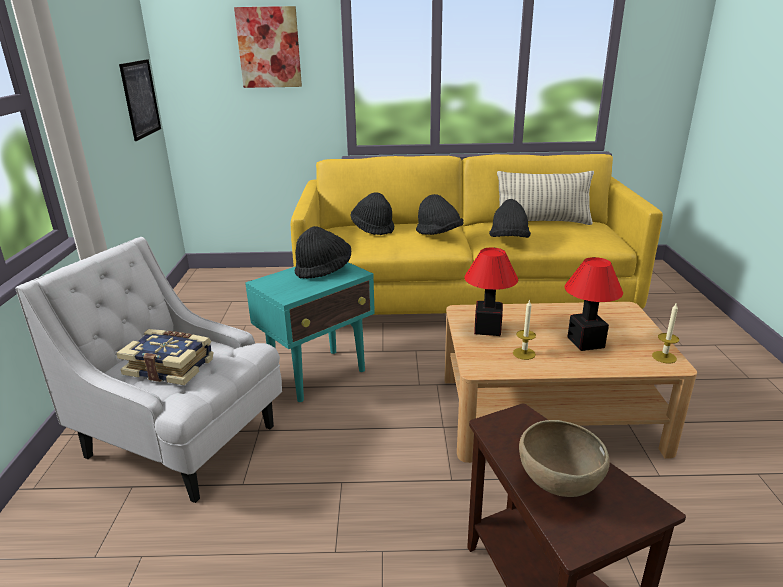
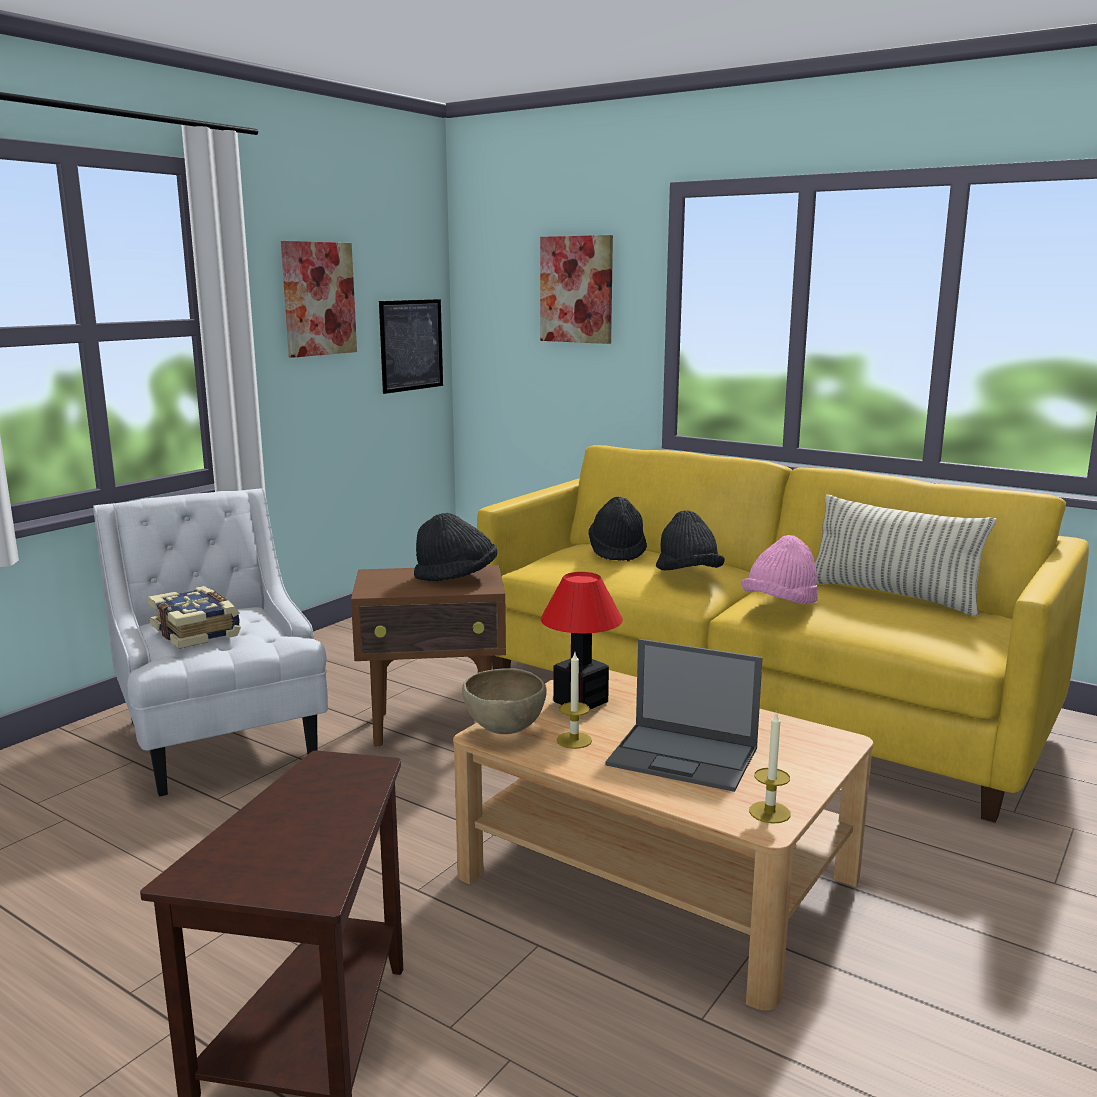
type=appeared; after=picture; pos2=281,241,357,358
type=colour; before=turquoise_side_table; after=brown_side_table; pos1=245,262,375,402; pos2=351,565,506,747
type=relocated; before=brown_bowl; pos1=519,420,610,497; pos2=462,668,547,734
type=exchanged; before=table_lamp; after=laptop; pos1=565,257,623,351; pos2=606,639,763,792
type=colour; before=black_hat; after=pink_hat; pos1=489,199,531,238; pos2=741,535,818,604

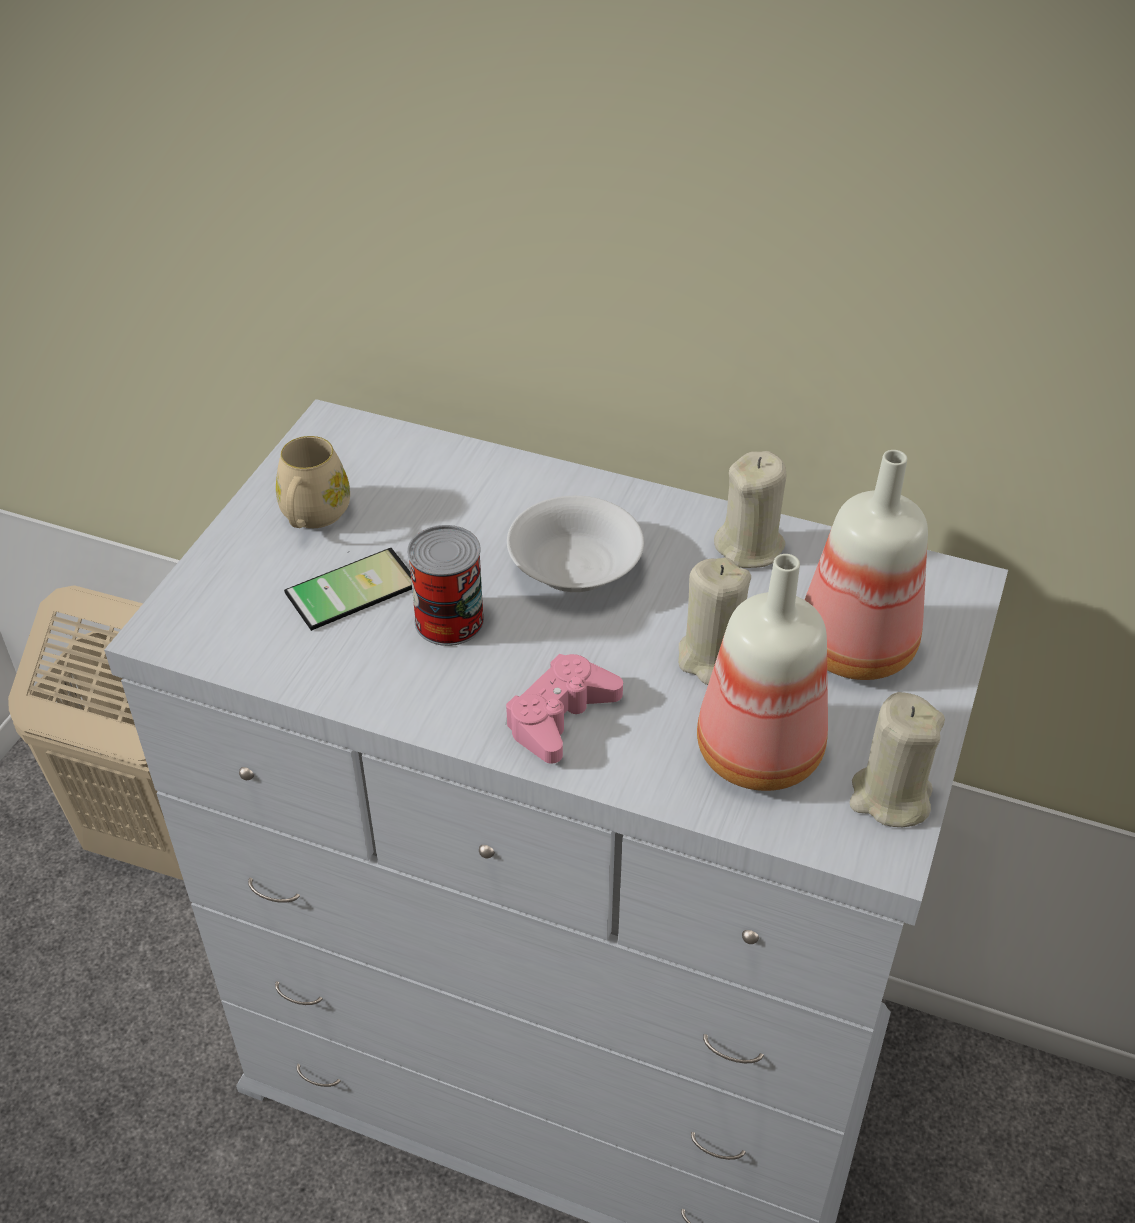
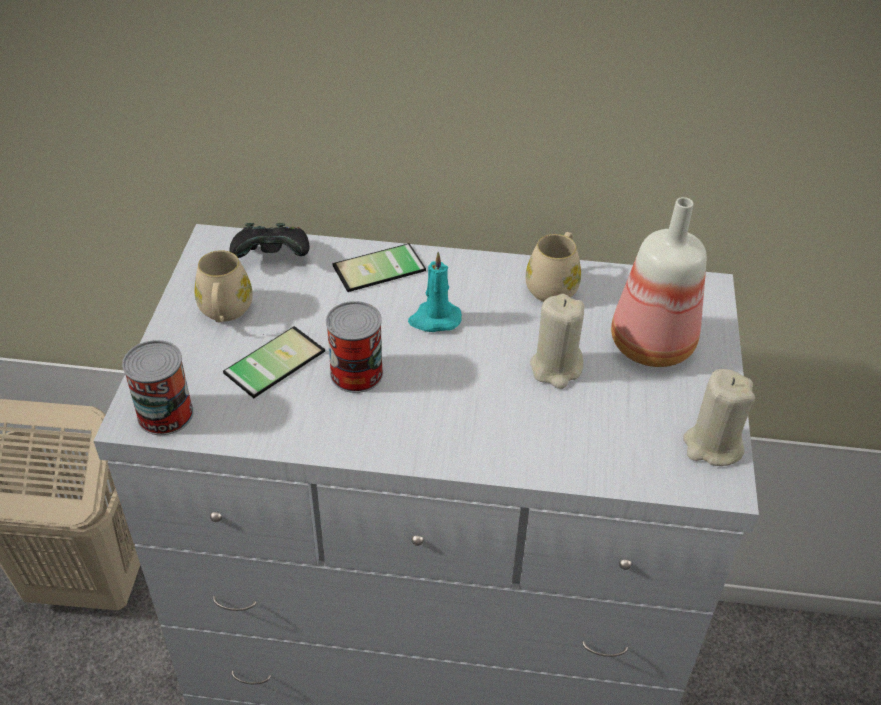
type=appeared; after=can; pos2=122,340,194,435
type=appeared; after=black_game_controller; pos2=230,223,310,258
type=appeared; after=phone; pos2=332,243,426,292
type=exchanged; before=white_bowl; after=turquoise_candle; pos1=507,496,644,592; pos2=408,252,462,332
type=exchanged; before=beige_candle; after=beige_mug; pos1=714,451,787,568; pos2=526,232,581,302
type=missing; before=pink_game_controller; pos1=506,654,623,764
type=missing; before=bottle; pos1=697,554,828,791

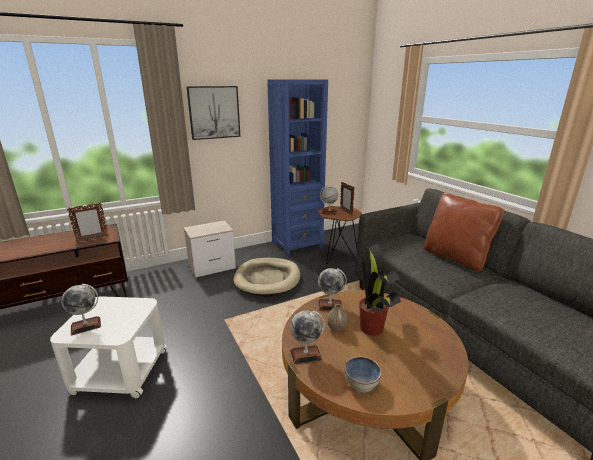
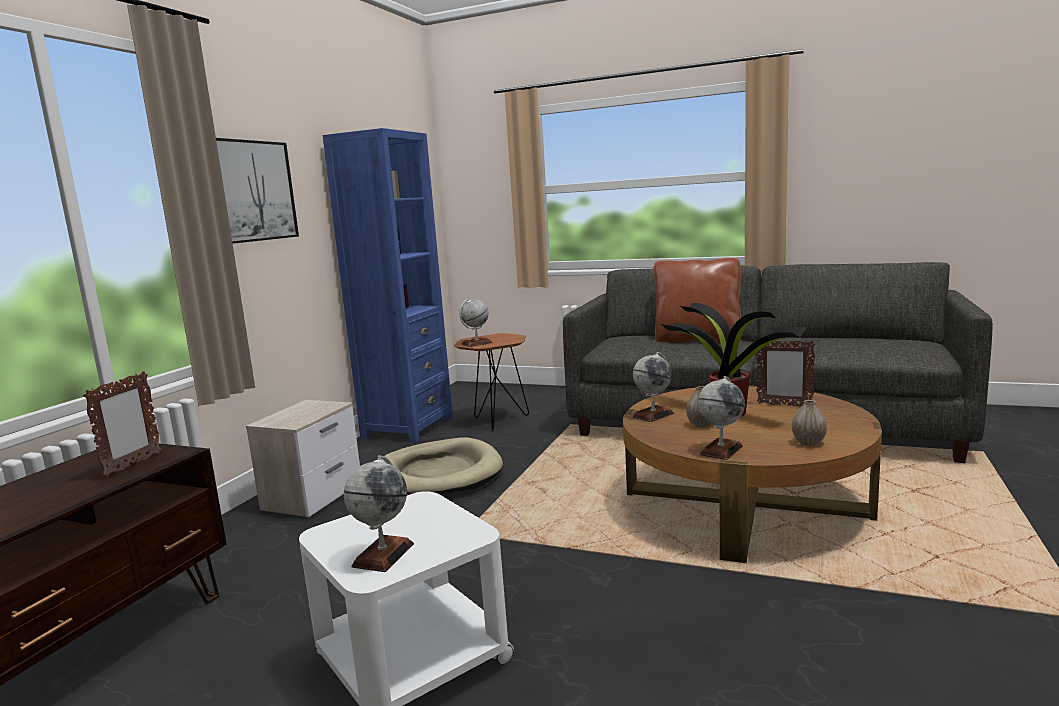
type=relocated; before=picture_frame; pos1=340,182,355,216; pos2=756,340,815,406
type=exchanged; before=bowl; after=vase; pos1=344,356,382,393; pos2=792,400,827,446

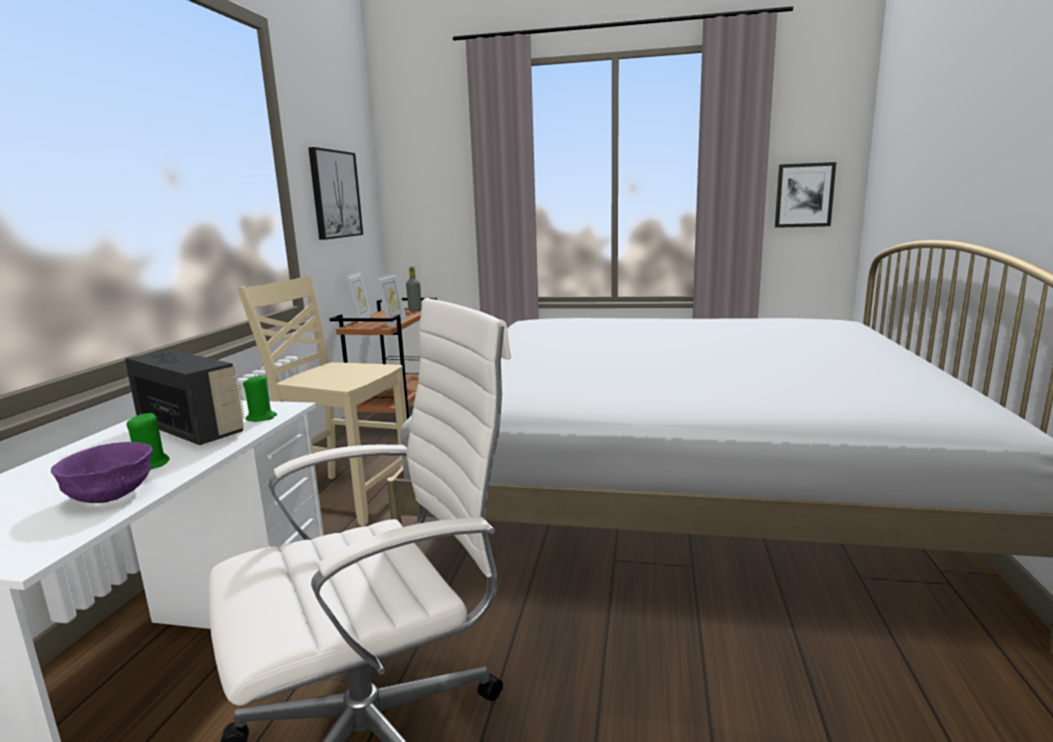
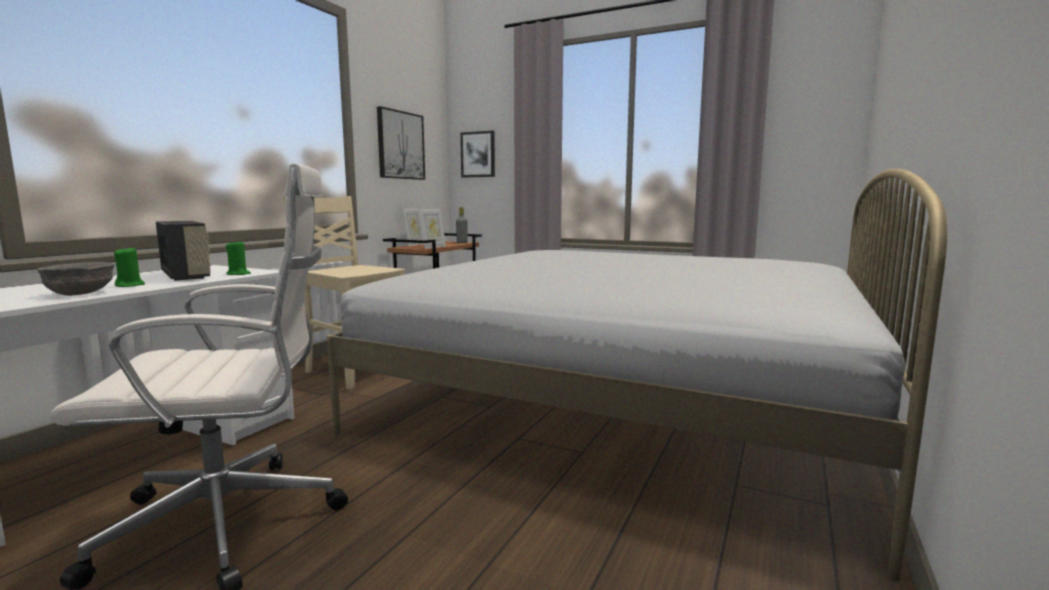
type=colour; before=purple_bowl; after=grey_bowl; pos1=51,442,152,503; pos2=37,262,115,296
type=relocated; before=picture; pos1=775,162,836,228; pos2=460,131,495,178

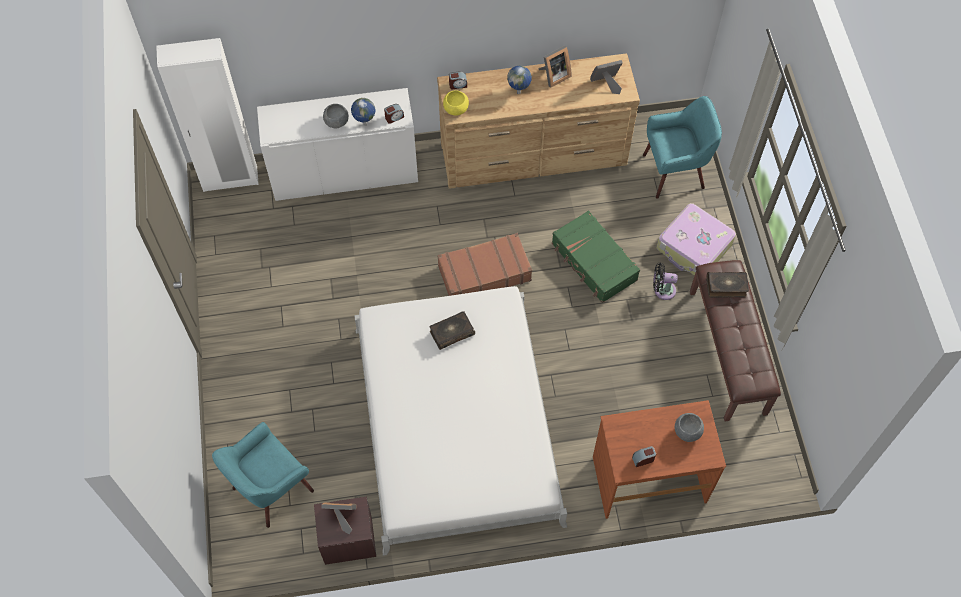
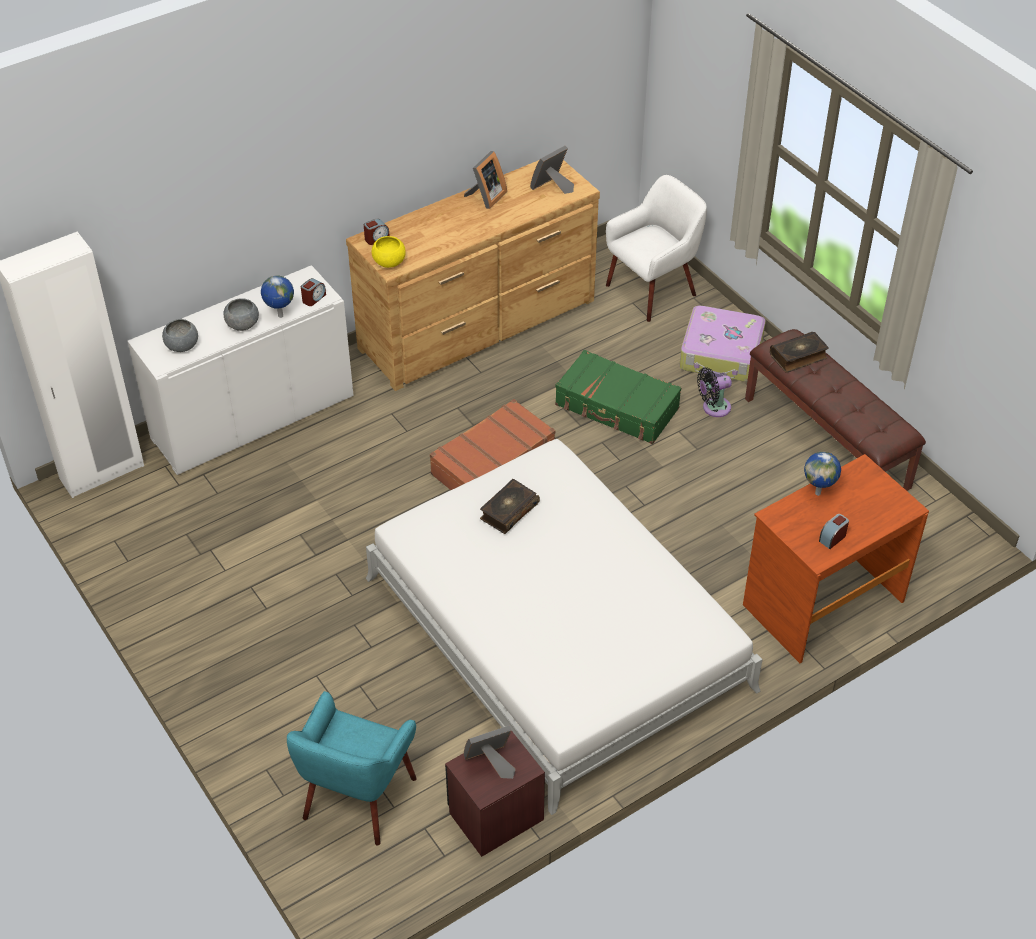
type=relocated; before=grey_bowl; pos1=675,413,704,442; pos2=162,319,198,352
type=colour; before=turquoise_armchair; after=white_armchair; pos1=643,96,722,198; pos2=606,175,707,322
type=relocated; before=globe; pos1=507,66,532,94; pos2=804,452,841,496

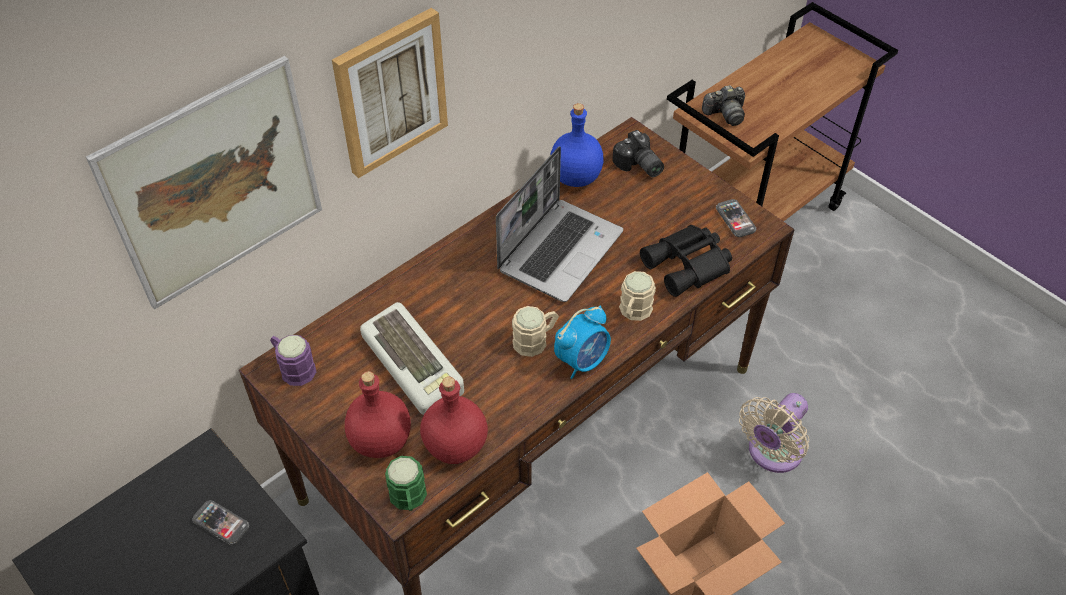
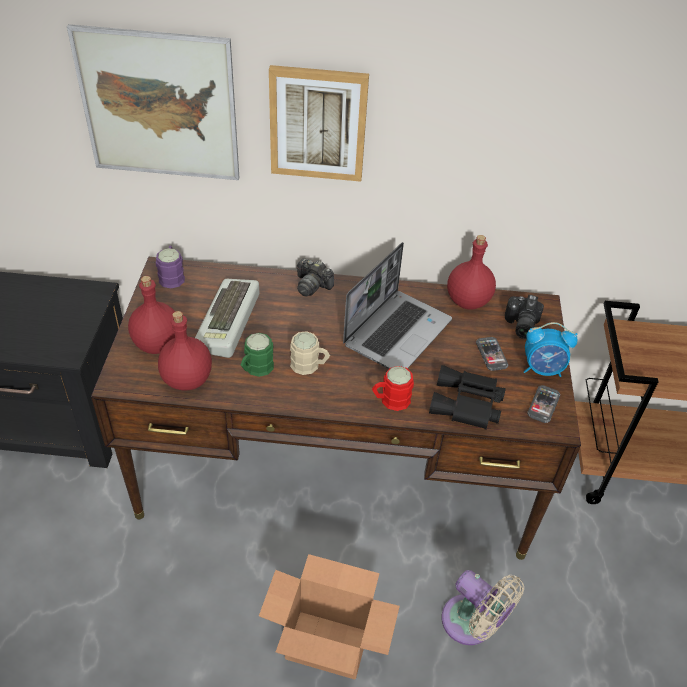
type=relocated; before=green_mug; pos1=385,456,427,511; pos2=241,333,274,377
type=relocated; before=photo_camera; pos1=702,85,745,126; pos2=297,258,334,297
type=spun; before=laptop; pos1=496,146,623,302; pos2=343,242,452,369; turn=-45
type=colour; before=beige_mug; after=red_mug; pos1=619,271,656,321; pos2=372,366,414,411
type=spun; before=beige_fan; pos1=739,393,809,473; pos2=441,570,524,645; turn=-135
type=colour; before=blue_bottle; after=red_bottle; pos1=551,103,603,187; pos2=447,235,496,310
type=relocated; before=phone; pos1=193,500,249,545; pos2=476,337,508,371
type=relocated; before=alarm_clock; pos1=554,306,611,379; pos2=524,322,577,377

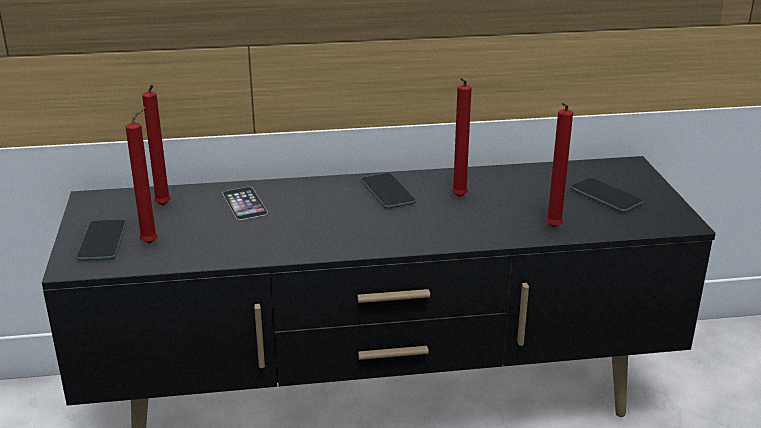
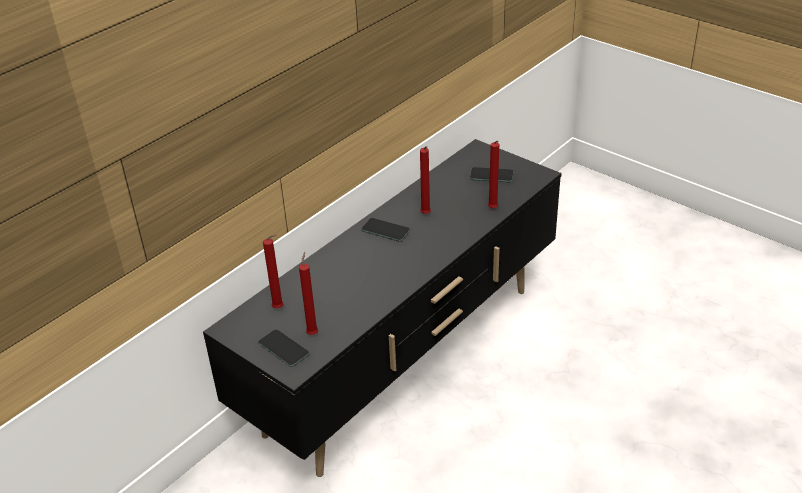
type=missing; before=phone; pos1=223,187,268,220

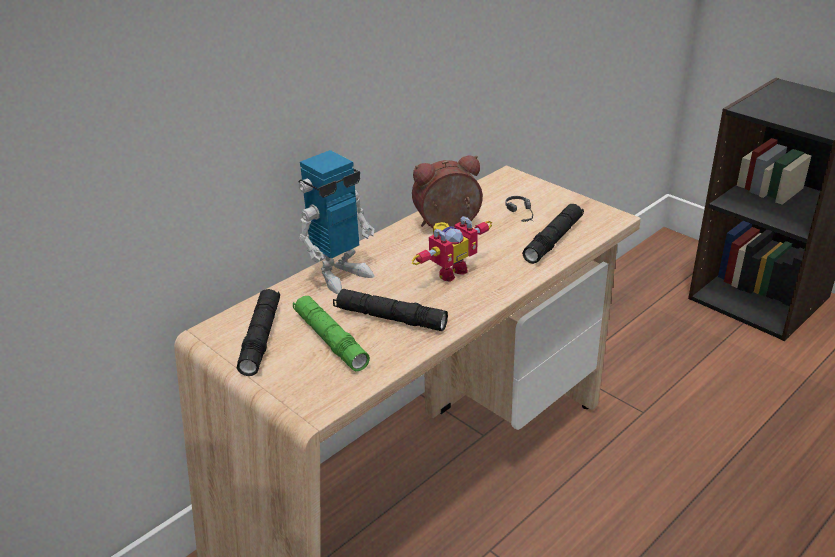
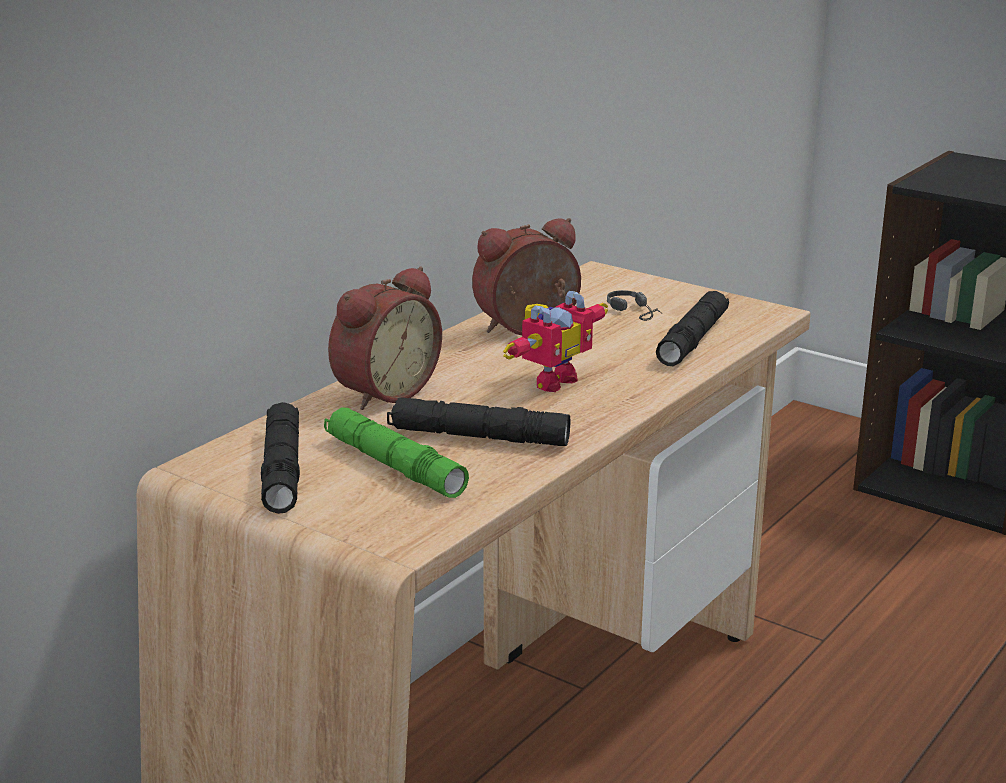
type=exchanged; before=toy_robot; after=alarm_clock; pos1=298,150,374,294; pos2=328,266,442,410

